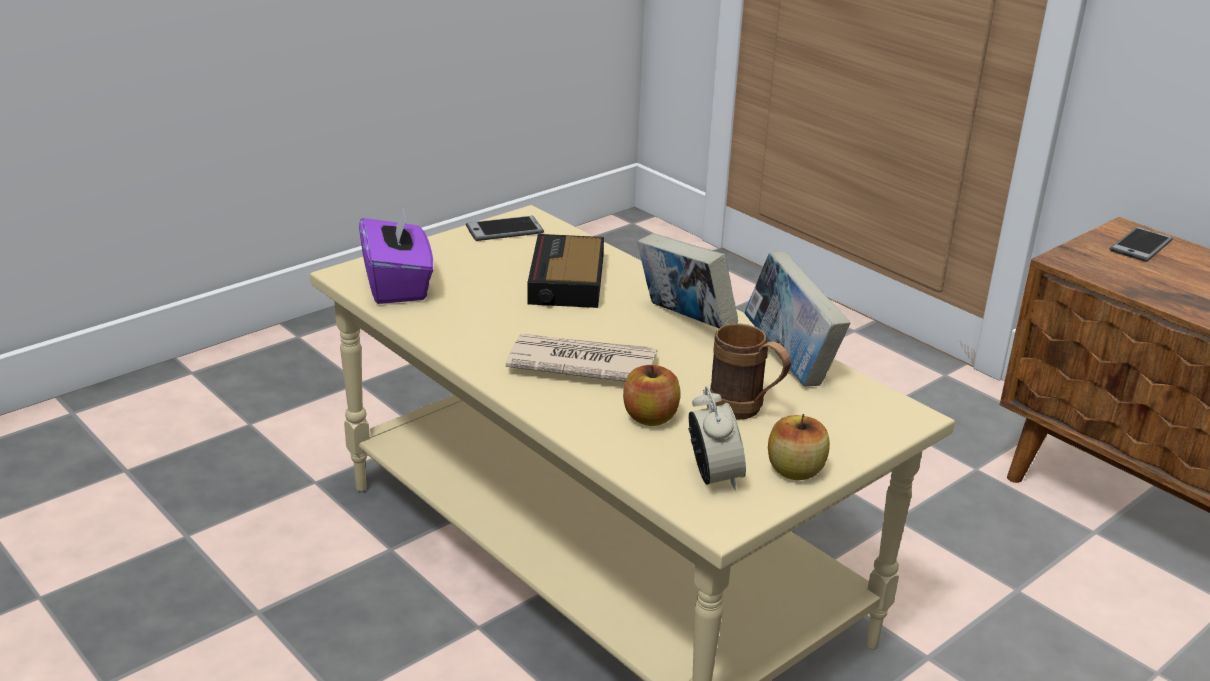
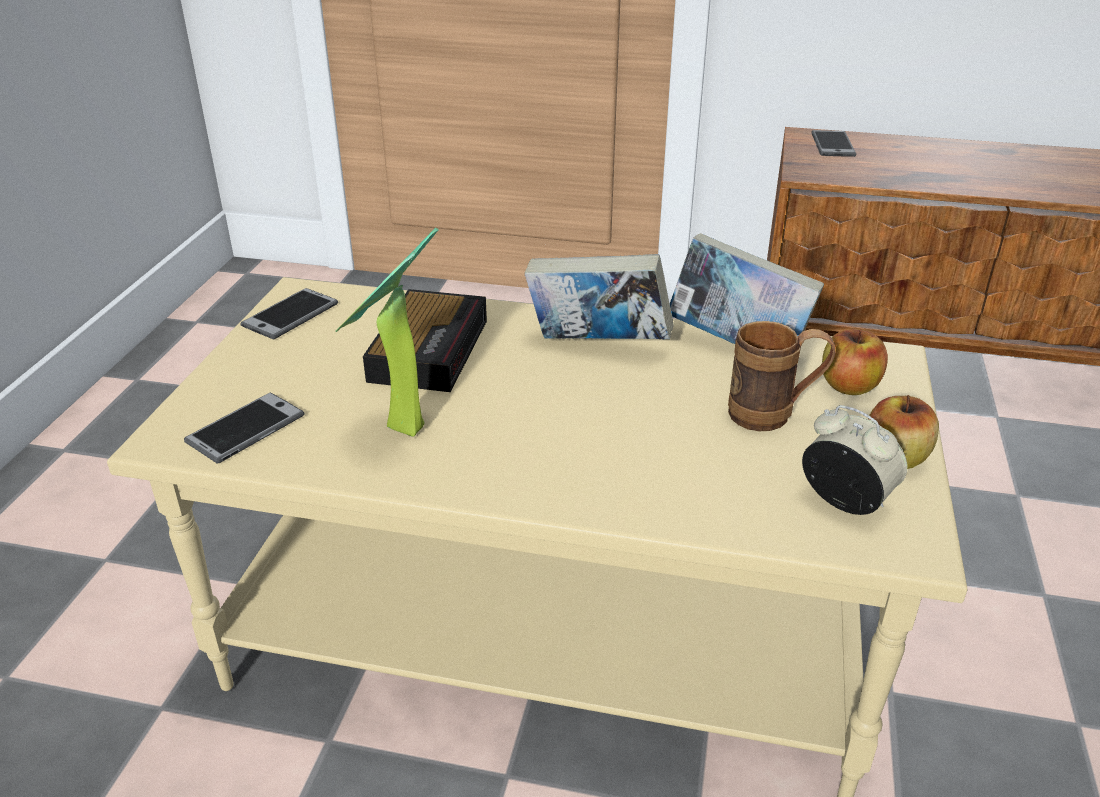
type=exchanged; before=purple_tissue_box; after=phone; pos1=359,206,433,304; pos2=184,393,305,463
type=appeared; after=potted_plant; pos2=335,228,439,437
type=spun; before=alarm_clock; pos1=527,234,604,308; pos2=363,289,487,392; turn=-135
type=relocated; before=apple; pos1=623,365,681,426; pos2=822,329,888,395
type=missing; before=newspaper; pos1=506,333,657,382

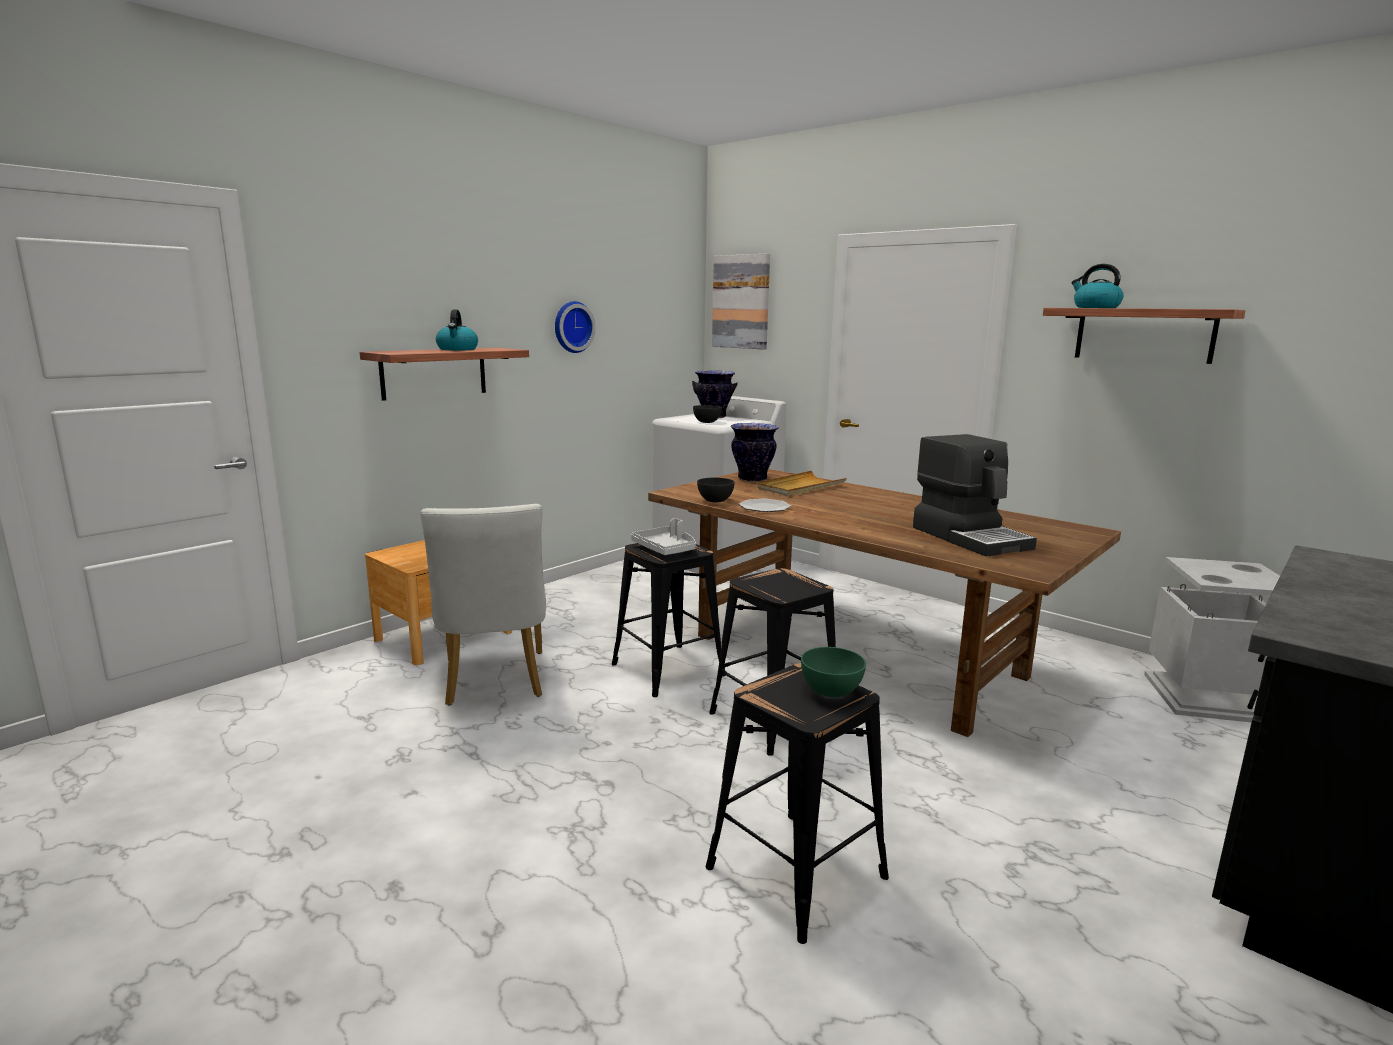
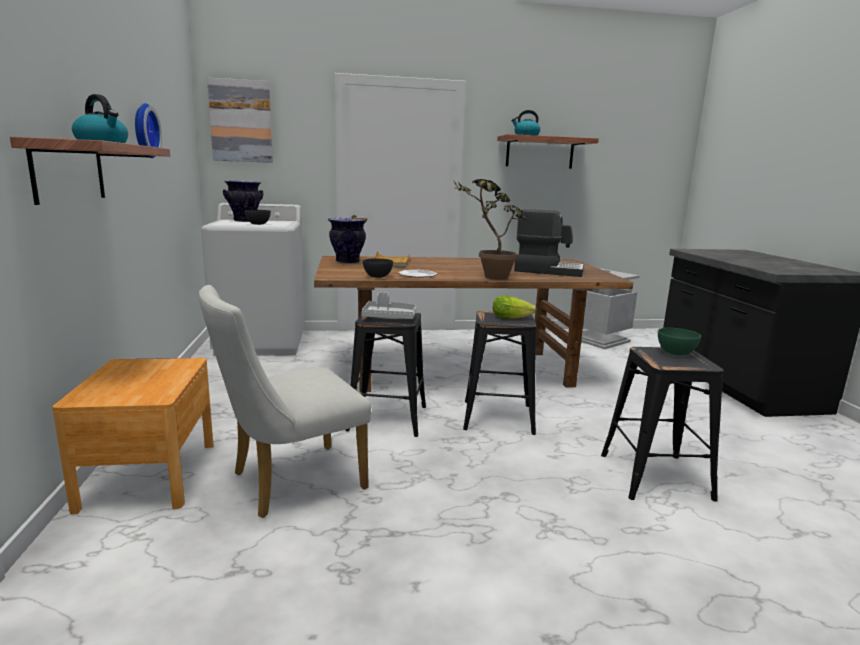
type=spun; before=white_chair; pos1=420,504,546,705; pos2=199,285,371,518; turn=120
type=appeared; after=potted_plant; pos2=453,179,527,280
type=appeared; after=lettuce; pos2=493,295,536,319

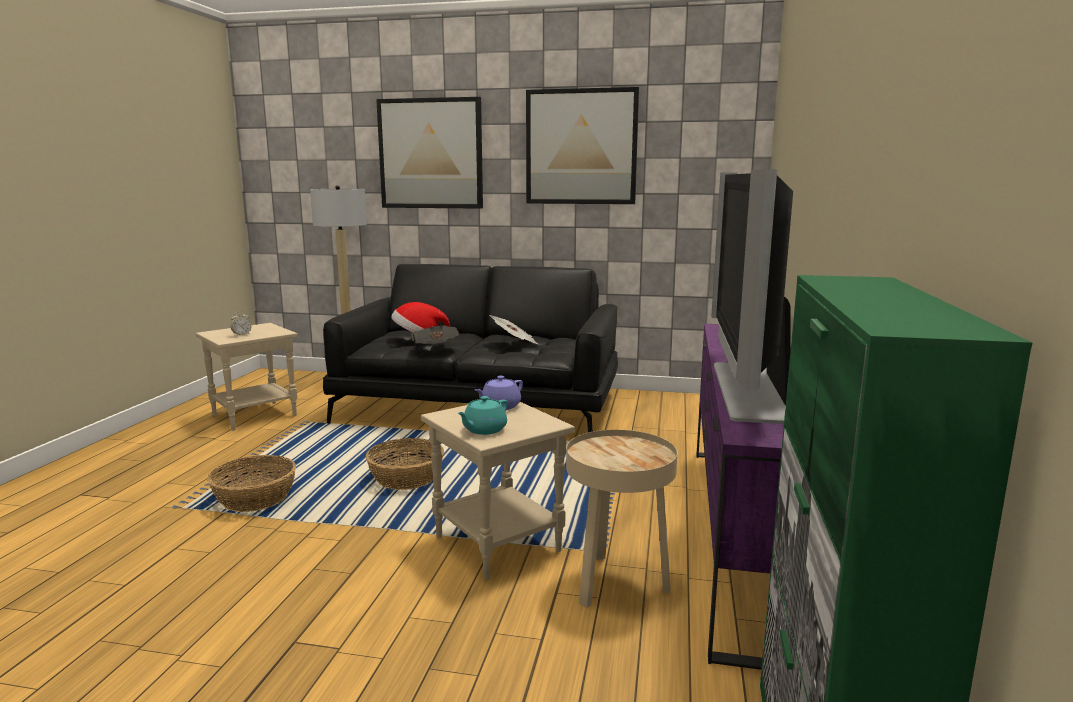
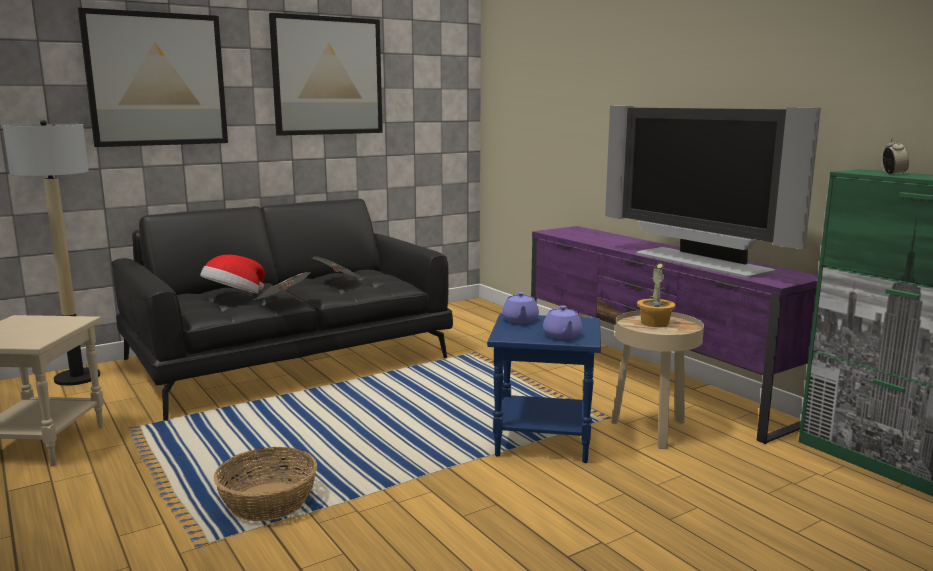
type=colour; before=beige_side_table; after=blue_side_table; pos1=421,402,575,580; pos2=487,314,601,463
type=colour; before=turquoise_teapot; after=purple_teapot; pos1=457,396,508,435; pos2=543,305,582,339
type=appeared; after=potted_plant; pos2=637,262,676,327
type=relocated; before=alarm_clock; pos1=231,311,252,336; pos2=883,138,909,175
type=missing; before=basket; pos1=366,438,444,490

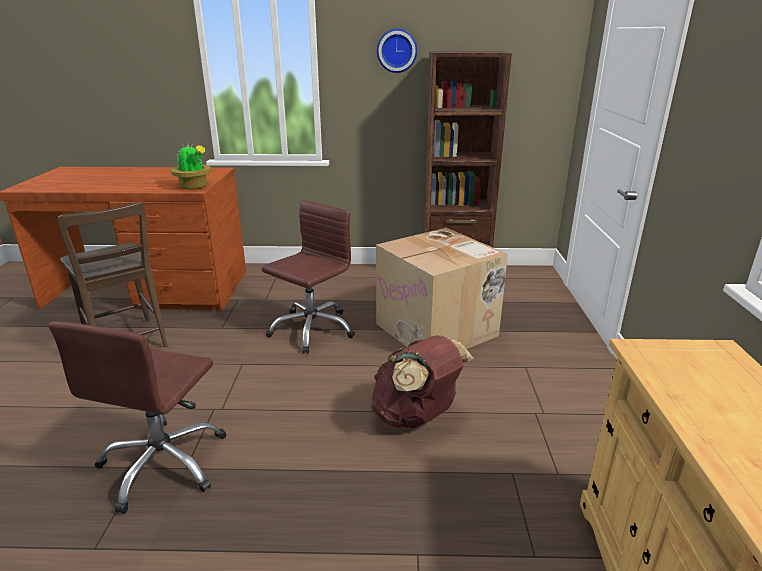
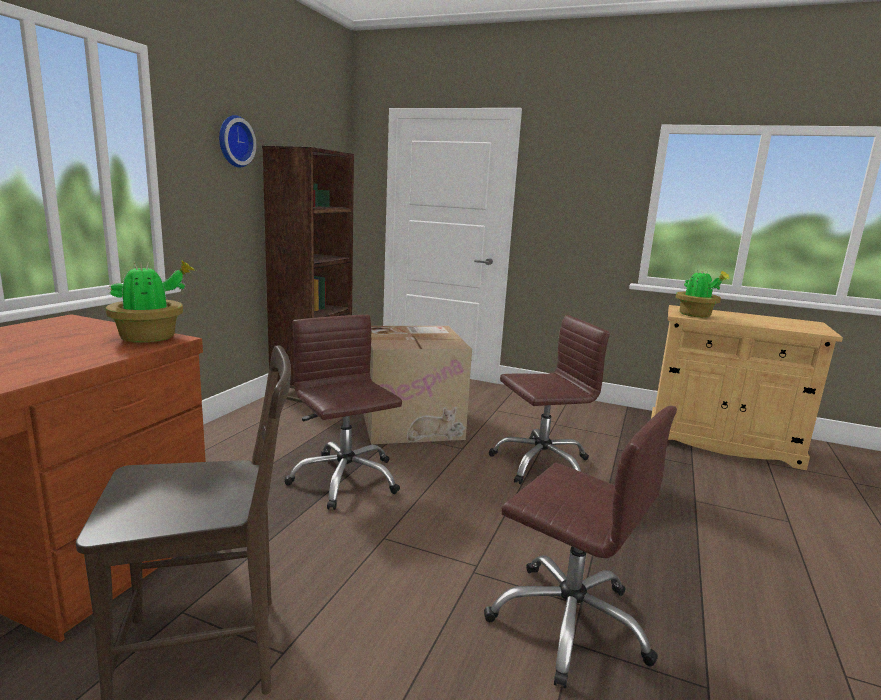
type=exchanged; before=brown_backpack; after=brown_office_chair; pos1=371,335,474,428; pos2=489,315,610,485
type=appeared; after=potted_plant; pos2=676,269,729,317

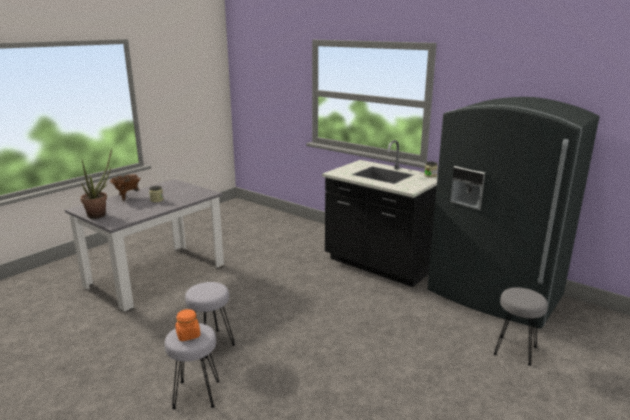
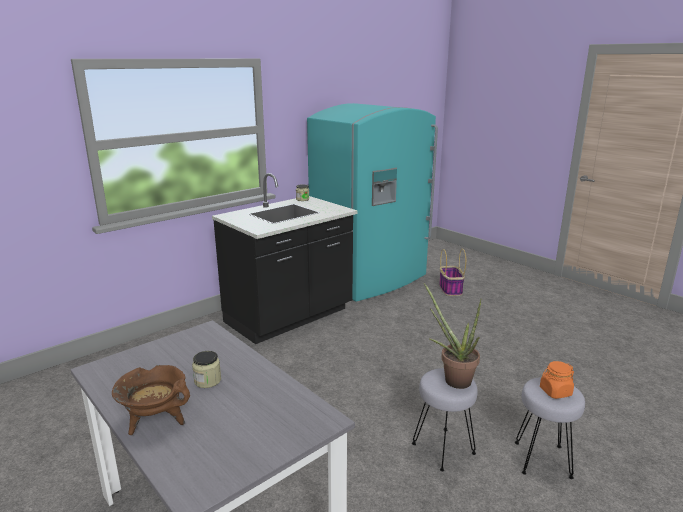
type=colour; before=grey_fridge; after=turquoise_fridge; pos1=427,97,599,329; pos2=307,103,438,301
type=relocated; before=potted_plant; pos1=80,148,112,219; pos2=424,283,481,389
type=exchanged; before=grey_stool; after=basket; pos1=493,287,548,365; pos2=439,249,466,296

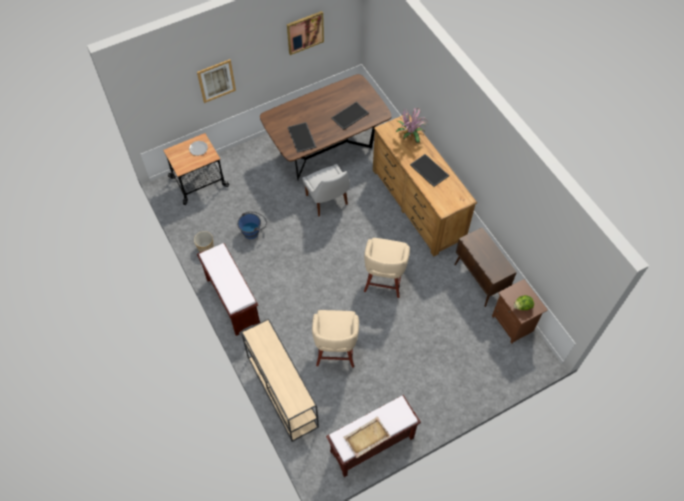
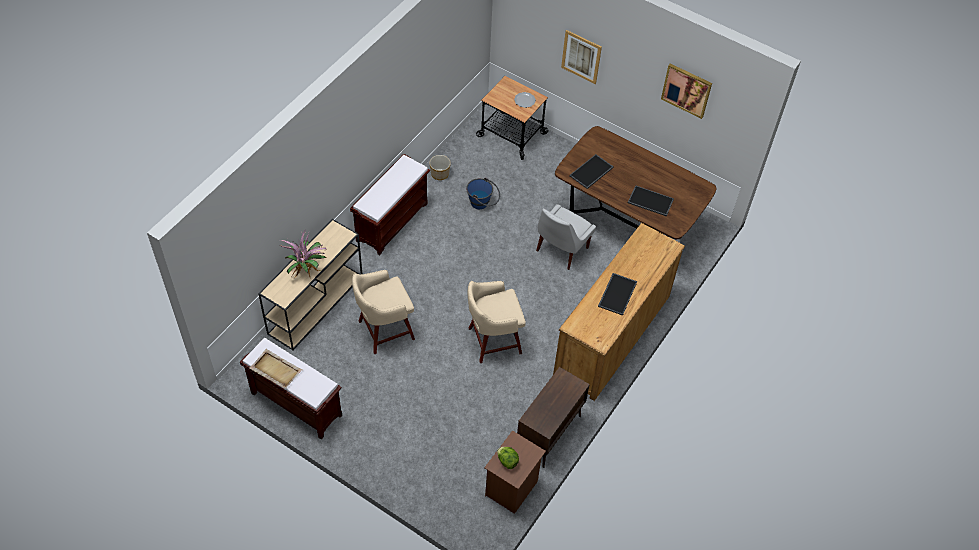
type=relocated; before=potted_plant; pos1=396,108,428,147; pos2=279,231,326,280

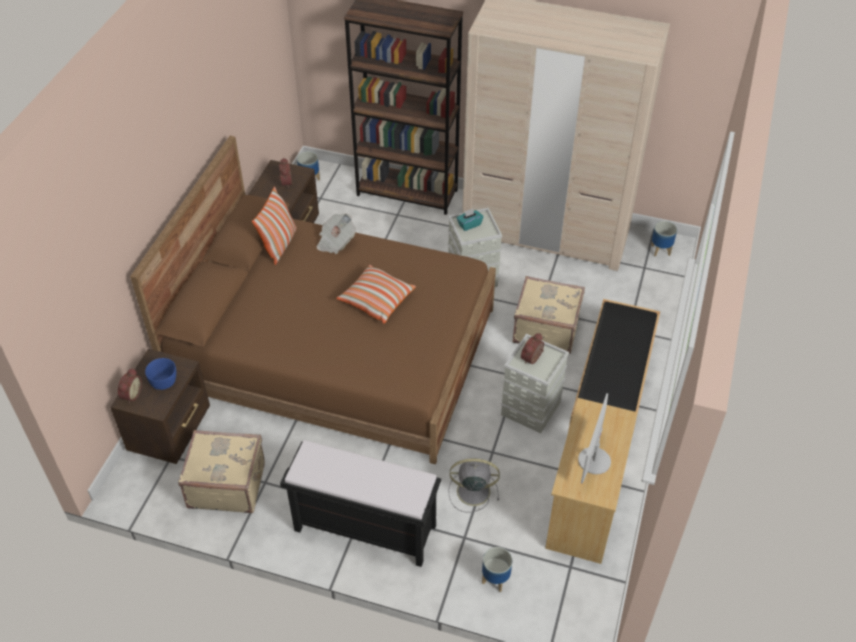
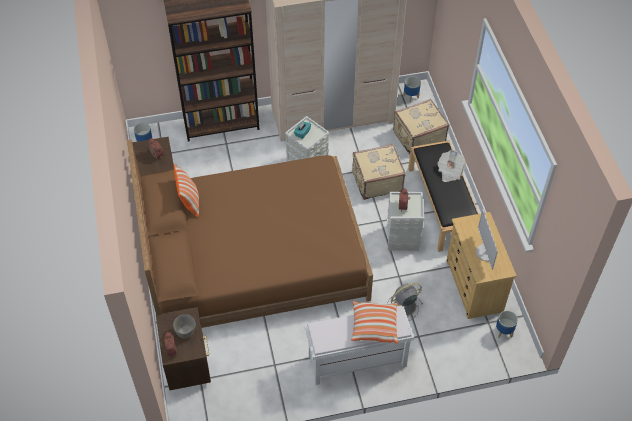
type=colour; before=blue_bowl; after=grey_bowl; pos1=145,358,176,390; pos2=173,314,196,339
type=colour; before=black_bench; after=white_bench; pos1=280,440,441,567; pos2=304,306,414,385
type=relocated; before=pillow; pos1=336,264,416,324; pos2=351,301,398,344
type=relocated; before=beige_suitcase; pos1=178,430,265,513; pos2=393,99,449,155
type=relocated; before=newspaper; pos1=316,214,356,254; pos2=437,150,466,182
type=relocated; before=planter; pos1=482,547,512,592; pos2=496,311,518,338

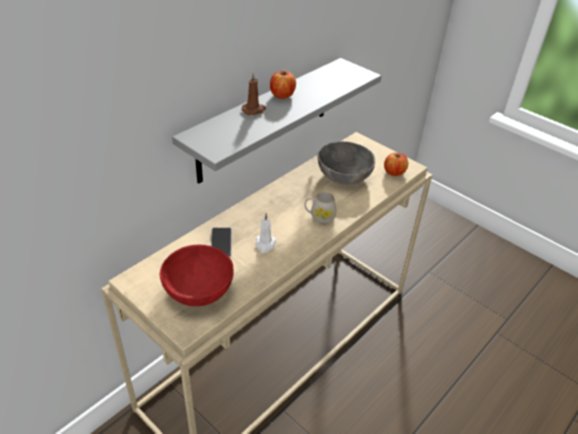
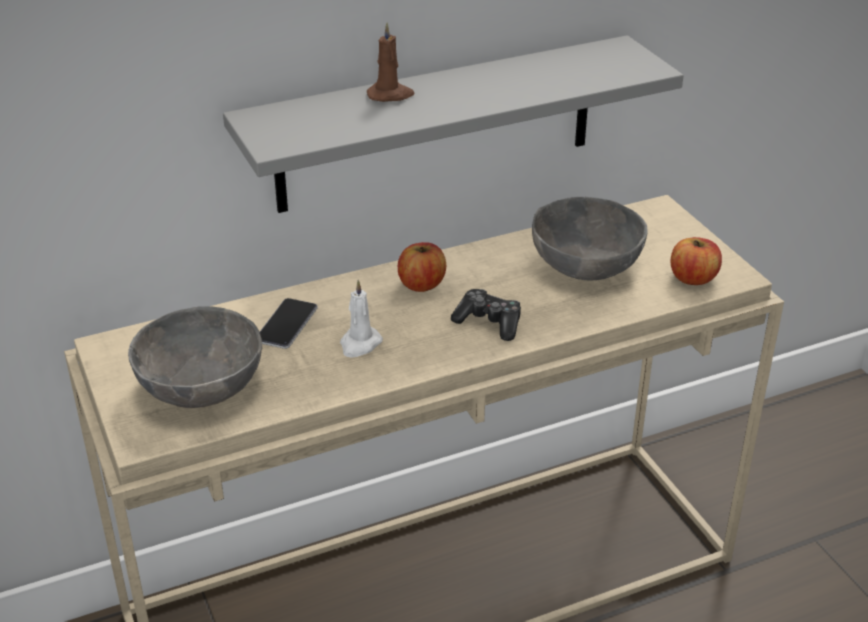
type=colour; before=red_bowl; after=grey_bowl; pos1=160,244,234,306; pos2=128,306,262,408
type=relocated; before=apple; pos1=270,71,296,99; pos2=398,242,446,292
type=exchanged; before=white_mug; after=game_controller; pos1=305,192,336,224; pos2=451,289,521,341

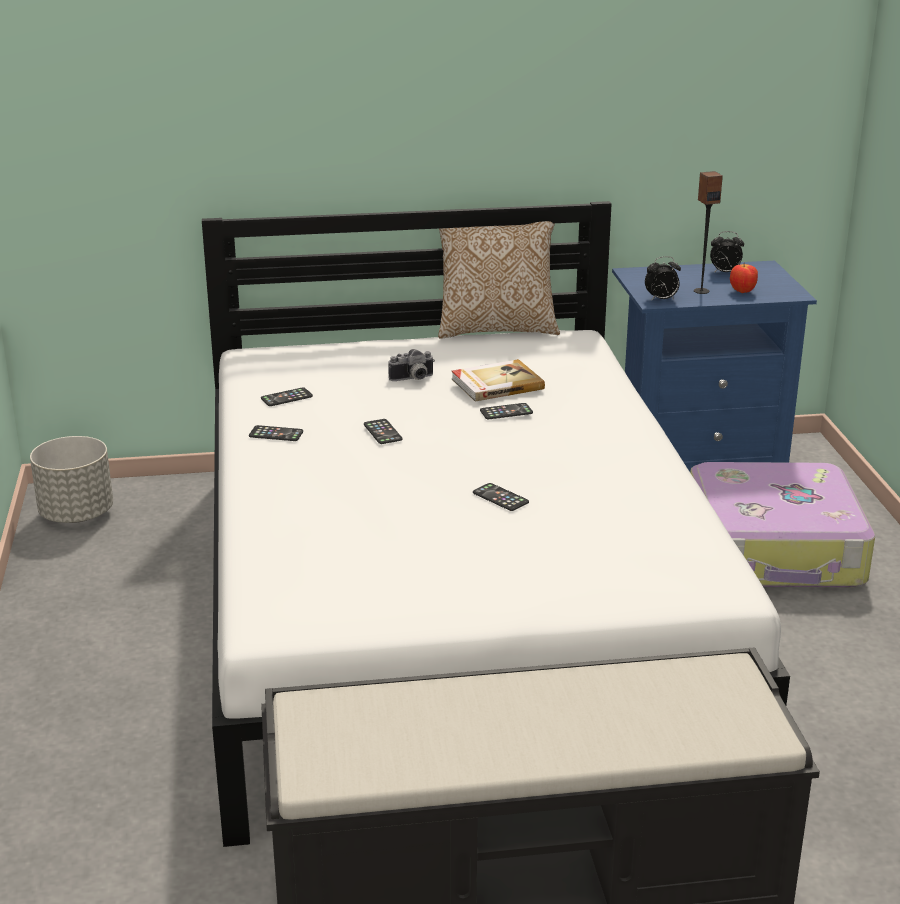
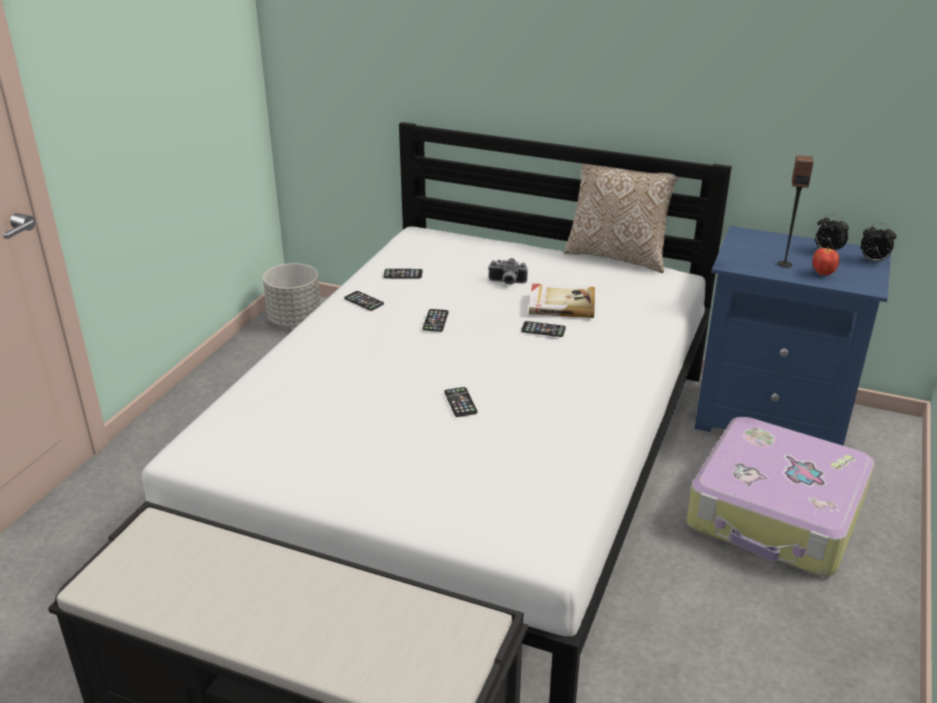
type=relocated; before=alarm_clock; pos1=645,256,681,301; pos2=861,223,897,263

